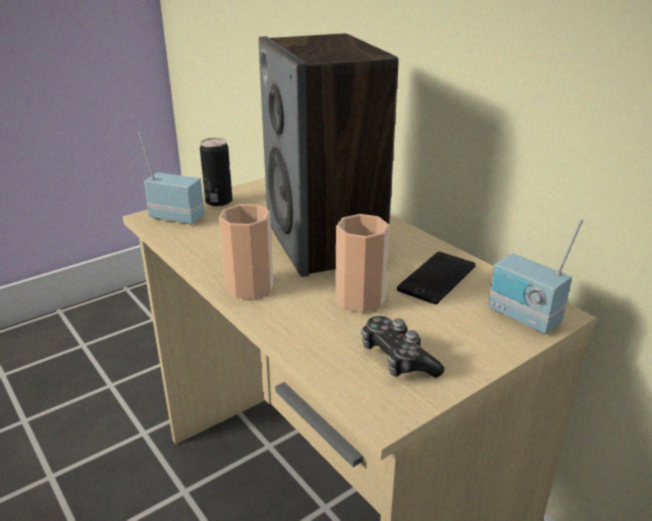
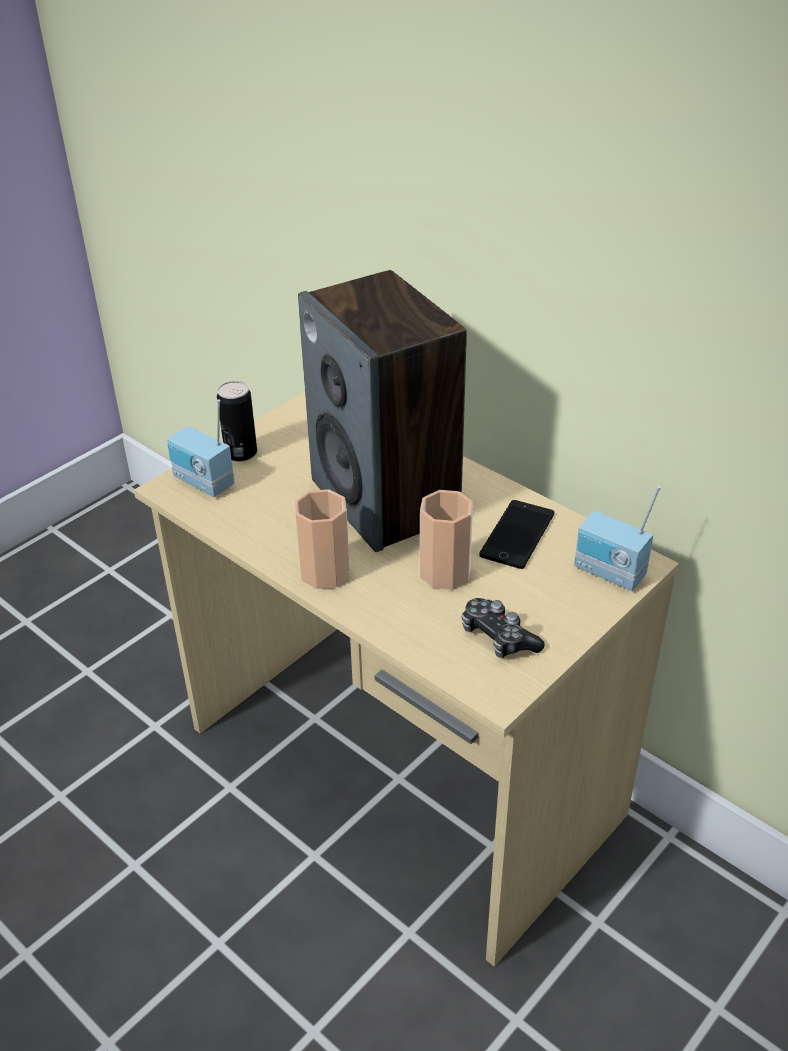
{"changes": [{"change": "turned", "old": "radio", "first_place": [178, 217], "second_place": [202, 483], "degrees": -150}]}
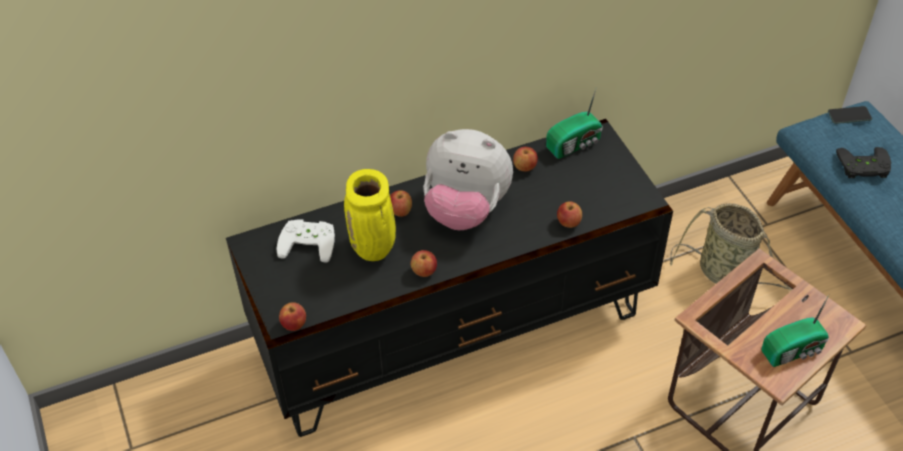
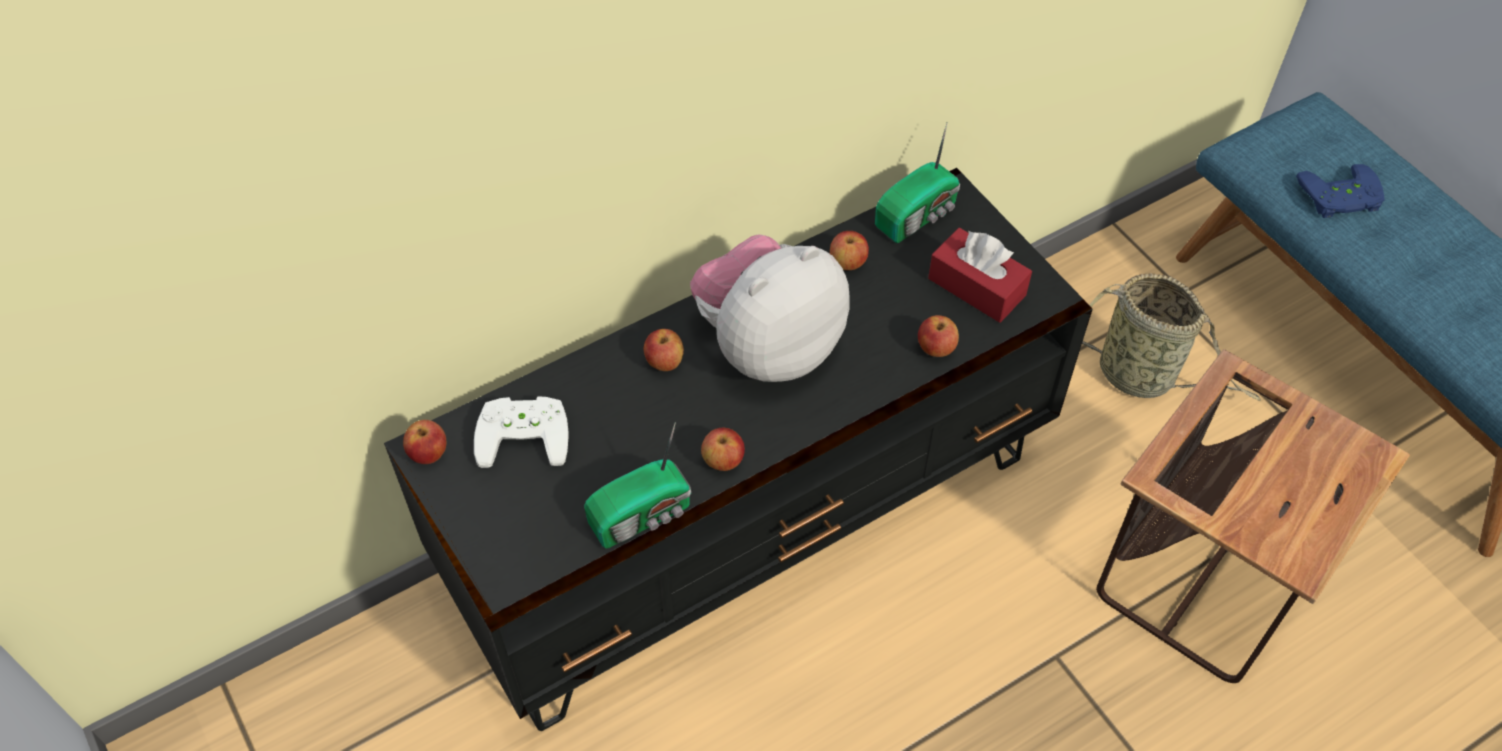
{"changes": [{"change": "moved", "old": "apple fruit", "first_place": [294, 324], "second_place": [429, 453]}, {"change": "removed", "old": "yellow-coloured flower vase", "first_place": [374, 249]}, {"change": "turned", "old": "plush toy", "first_place": [465, 209], "second_place": [768, 346], "degrees": 135}, {"change": "moved", "old": "radio", "first_place": [794, 350], "second_place": [643, 515]}, {"change": "removed", "old": "handset", "first_place": [849, 115]}, {"change": "recoloured", "old": "black-coloured game controller", "new": "bluish game controller", "first_place": [863, 168], "second_place": [1340, 199]}, {"change": "added", "new": "reddish tissue holder", "second_place": [976, 287]}]}
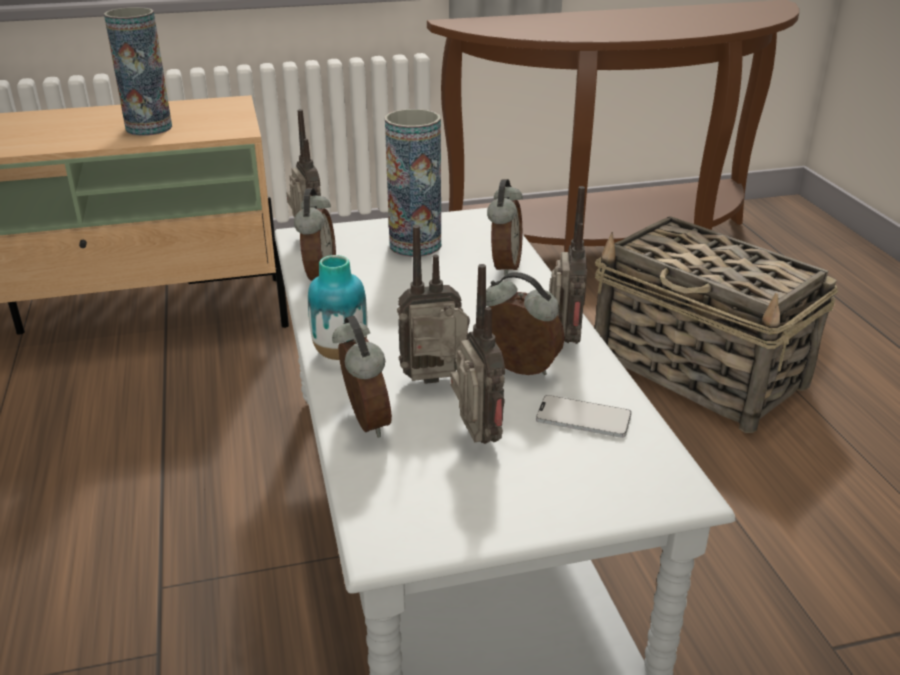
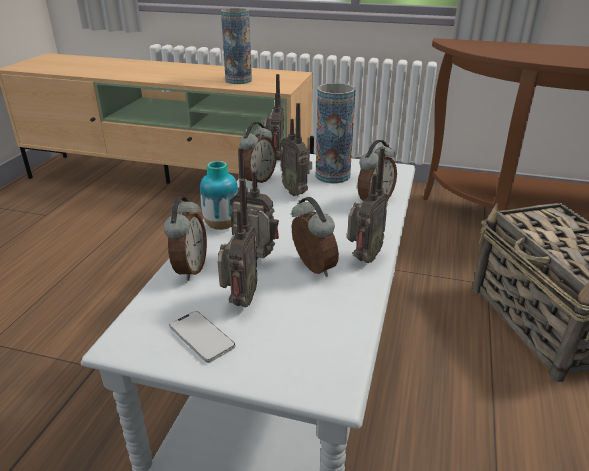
{"changes": [{"change": "moved", "old": "handset", "first_place": [583, 418], "second_place": [201, 337]}, {"change": "added", "new": "radio", "second_place": [296, 192]}]}
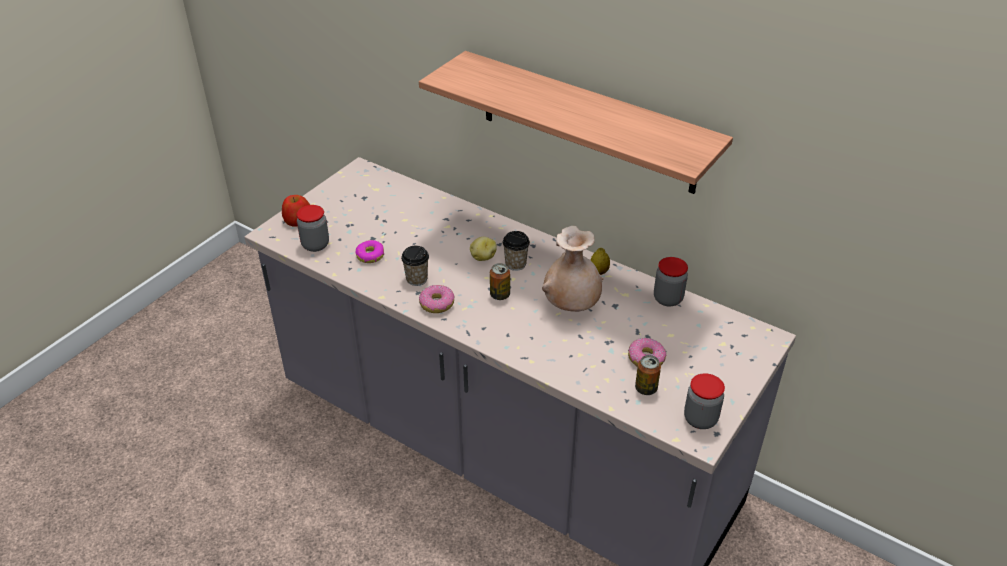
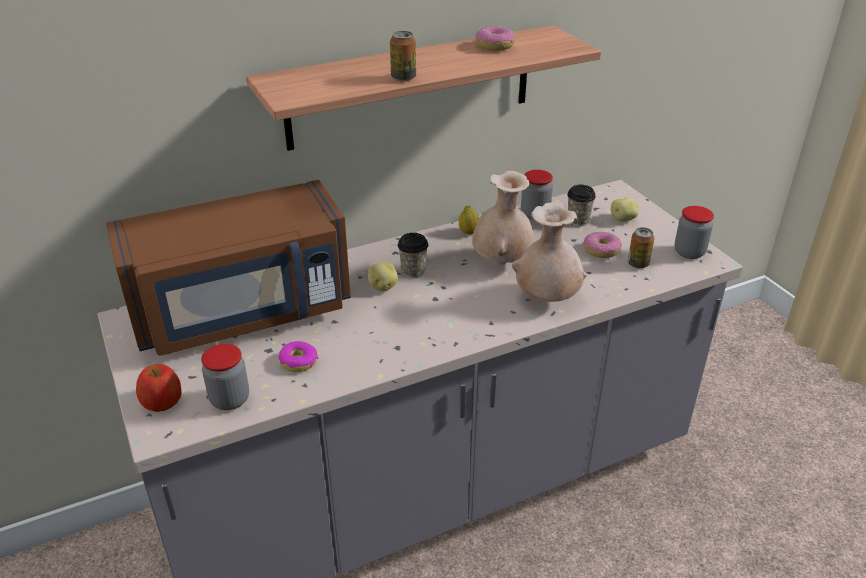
{"changes": [{"change": "moved", "old": "cup", "first_place": [416, 279], "second_place": [578, 220]}, {"change": "moved", "old": "doughnut", "first_place": [437, 304], "second_place": [495, 46]}, {"change": "moved", "old": "can", "first_place": [500, 295], "second_place": [403, 77]}, {"change": "added", "new": "brown microwave", "second_place": [243, 312]}, {"change": "added", "new": "sand-coloured flower vase", "second_place": [546, 298]}, {"change": "added", "new": "whole potato", "second_place": [623, 219]}]}
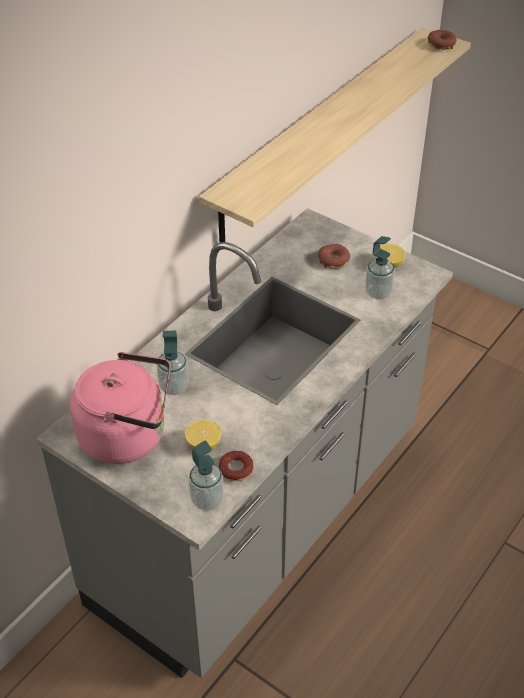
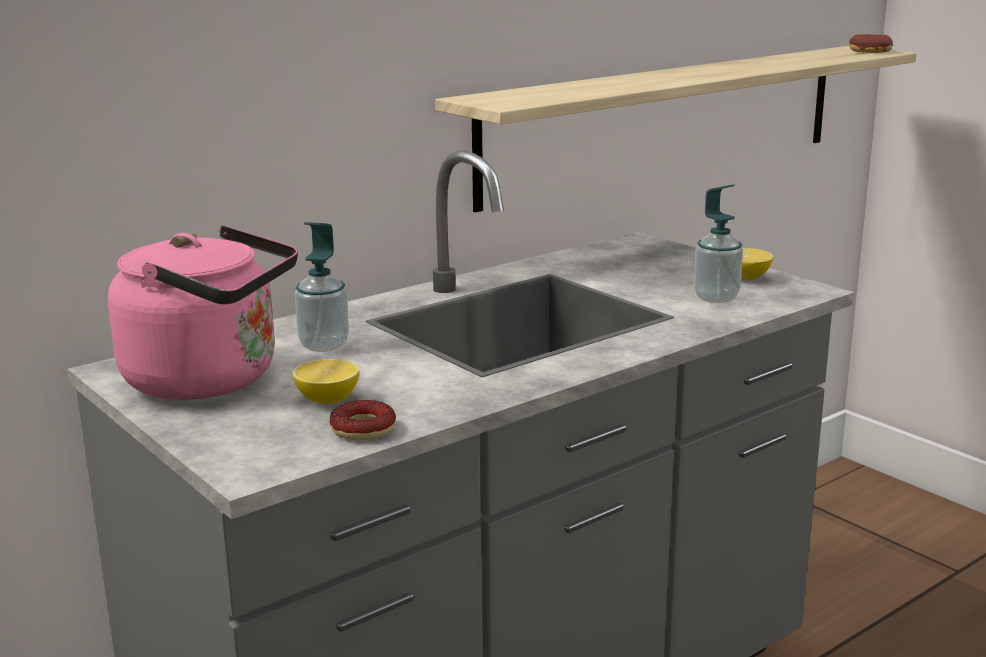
{"changes": [{"change": "removed", "old": "soap dispenser", "first_place": [207, 500]}, {"change": "removed", "old": "doughnut", "first_place": [333, 260]}]}
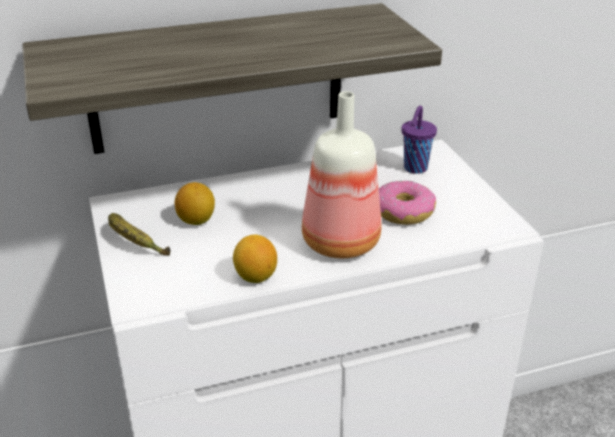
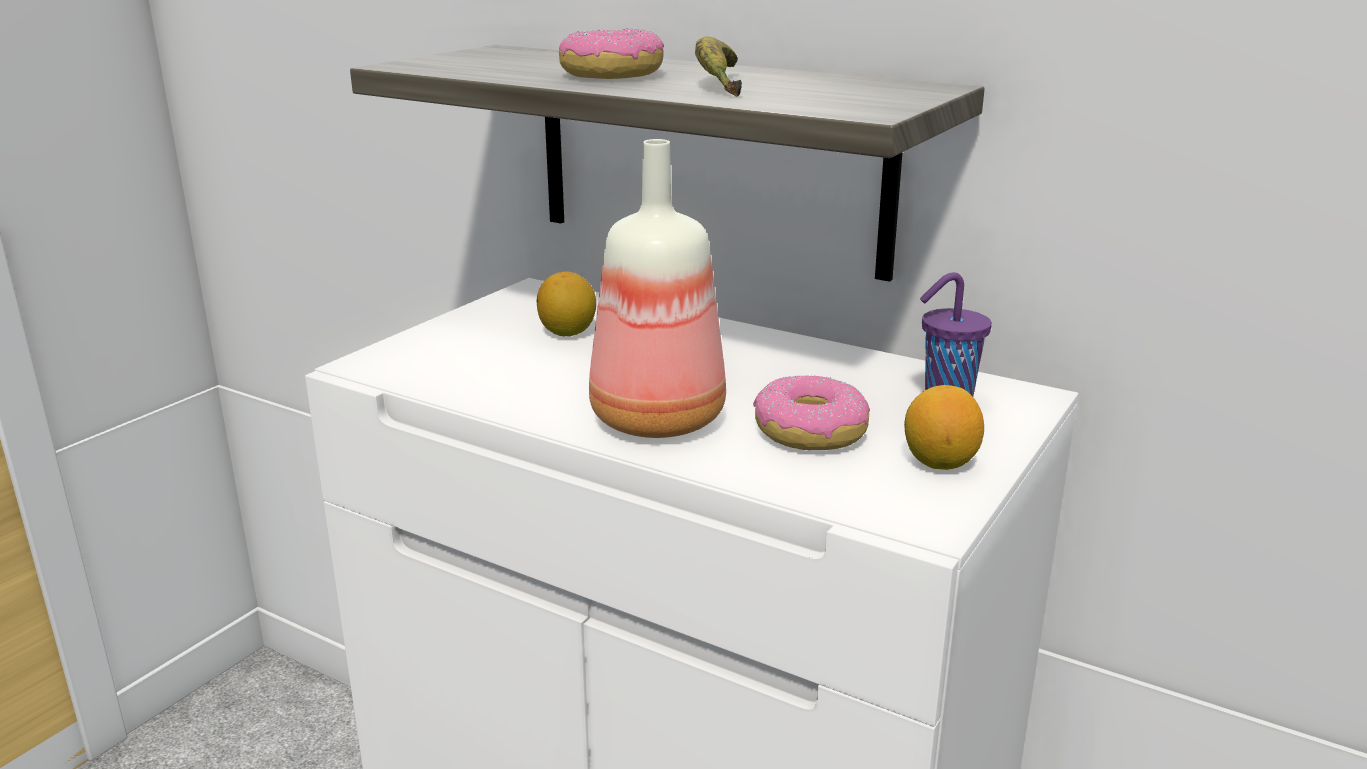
{"changes": [{"change": "moved", "old": "banana", "first_place": [134, 243], "second_place": [719, 85]}, {"change": "moved", "old": "lemon", "first_place": [255, 277], "second_place": [939, 462]}, {"change": "added", "new": "doughnut", "second_place": [612, 74]}]}
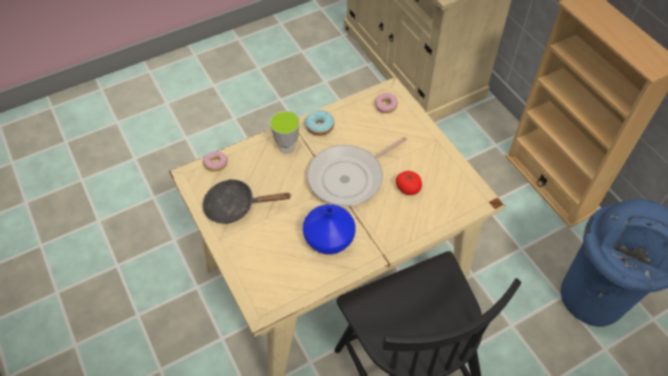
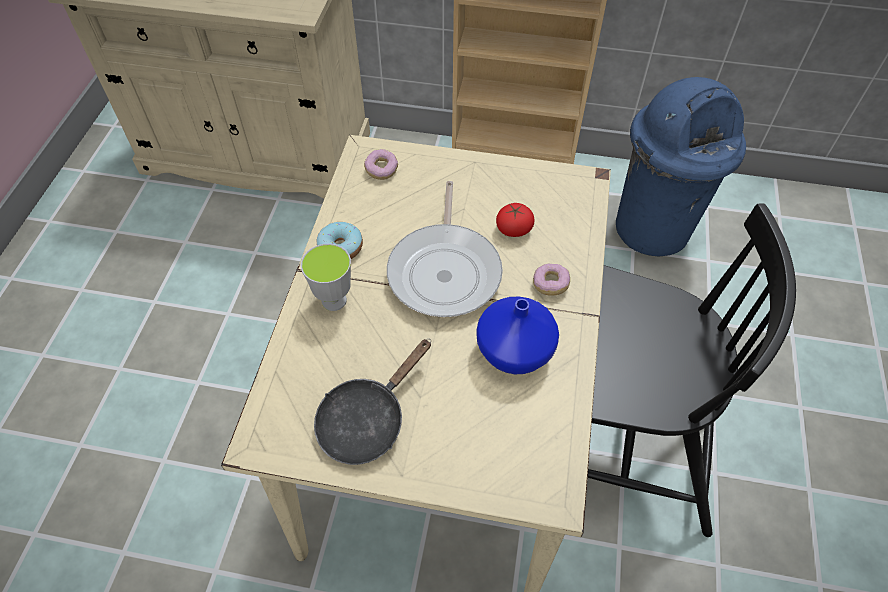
{"changes": [{"change": "moved", "old": "doughnut", "first_place": [216, 164], "second_place": [550, 284]}]}
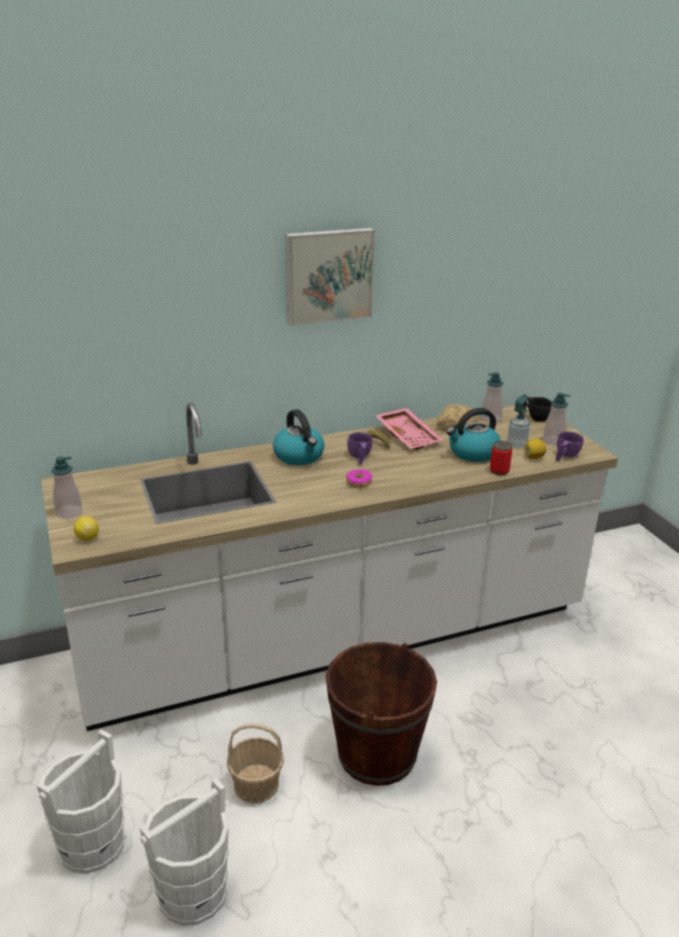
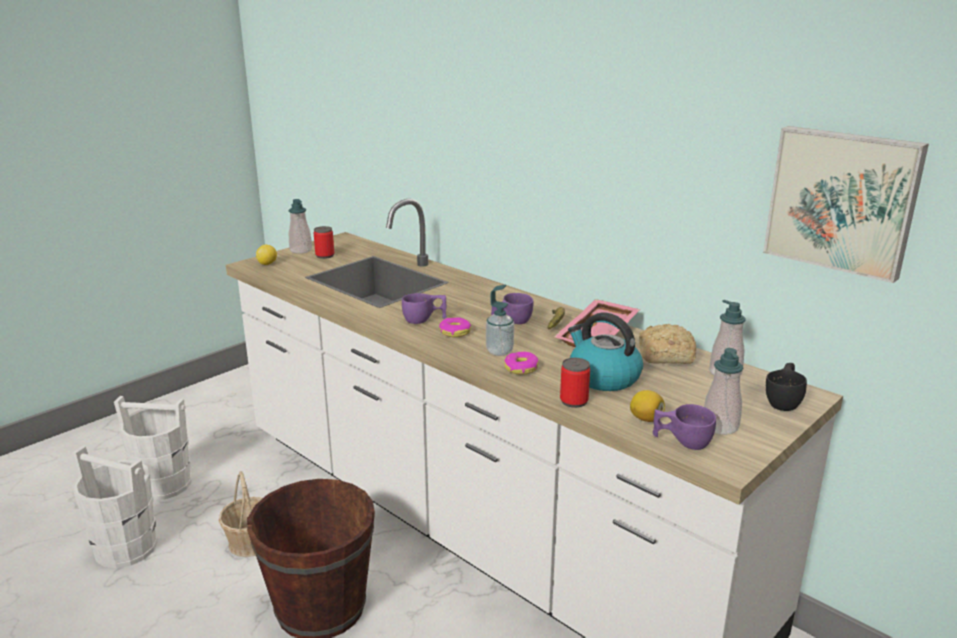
{"changes": [{"change": "removed", "old": "water kettle", "first_place": [299, 456]}, {"change": "moved", "old": "picture", "first_place": [328, 275], "second_place": [842, 200]}, {"change": "moved", "old": "soap dispenser", "first_place": [516, 445], "second_place": [499, 351]}, {"change": "added", "new": "can", "second_place": [325, 255]}, {"change": "added", "new": "purple cup", "second_place": [424, 320]}, {"change": "added", "new": "doughnut", "second_place": [521, 368]}]}
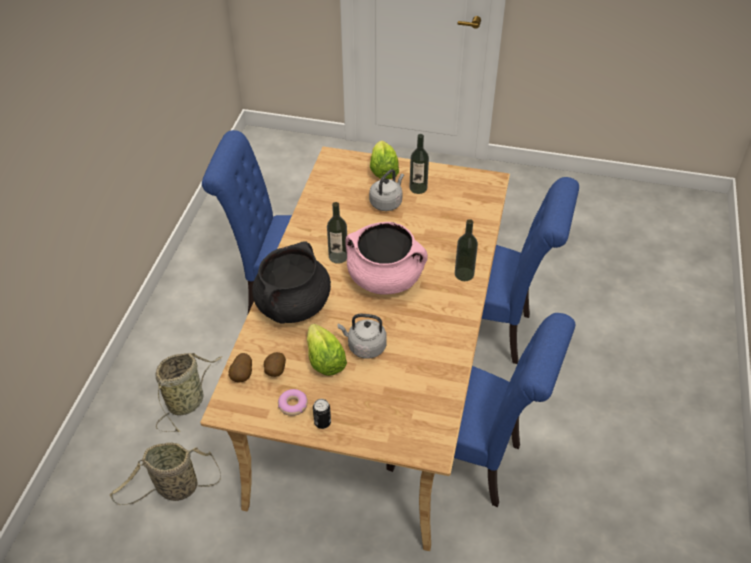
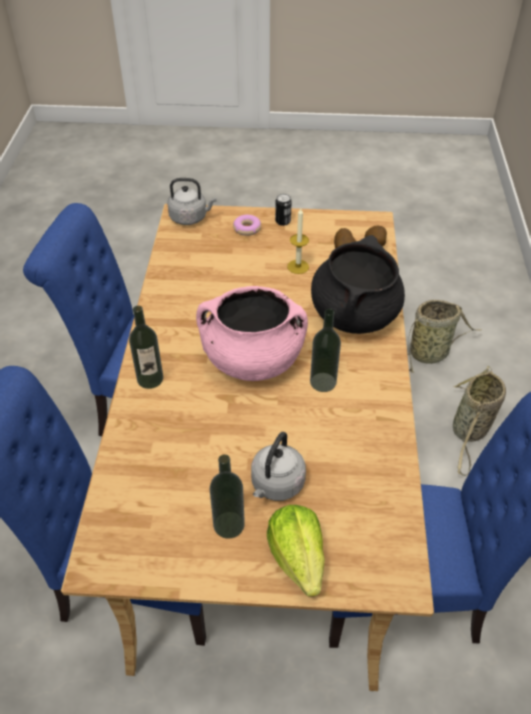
{"changes": [{"change": "moved", "old": "doughnut", "first_place": [293, 405], "second_place": [247, 229]}, {"change": "replaced", "old": "lettuce head", "new": "wax light", "first_place": [324, 361], "second_place": [298, 266]}, {"change": "moved", "old": "greyish water kettle", "first_place": [364, 346], "second_place": [190, 218]}]}
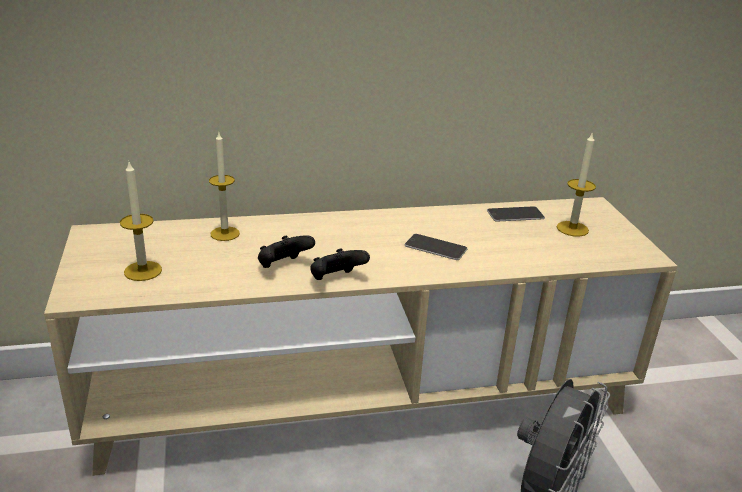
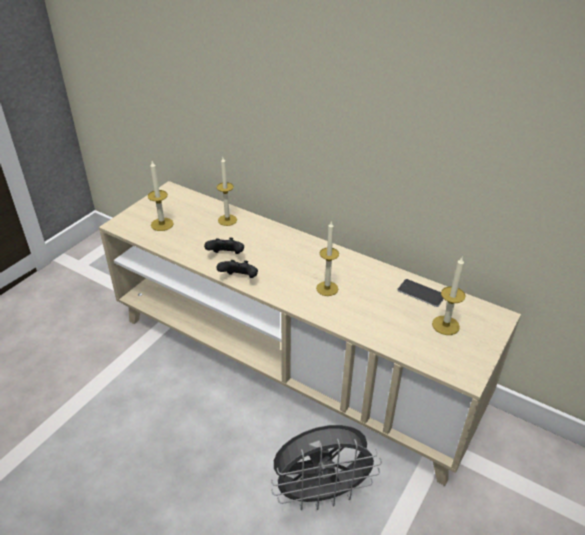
{"changes": [{"change": "replaced", "old": "handset", "new": "wax light", "first_place": [435, 247], "second_place": [327, 288]}]}
